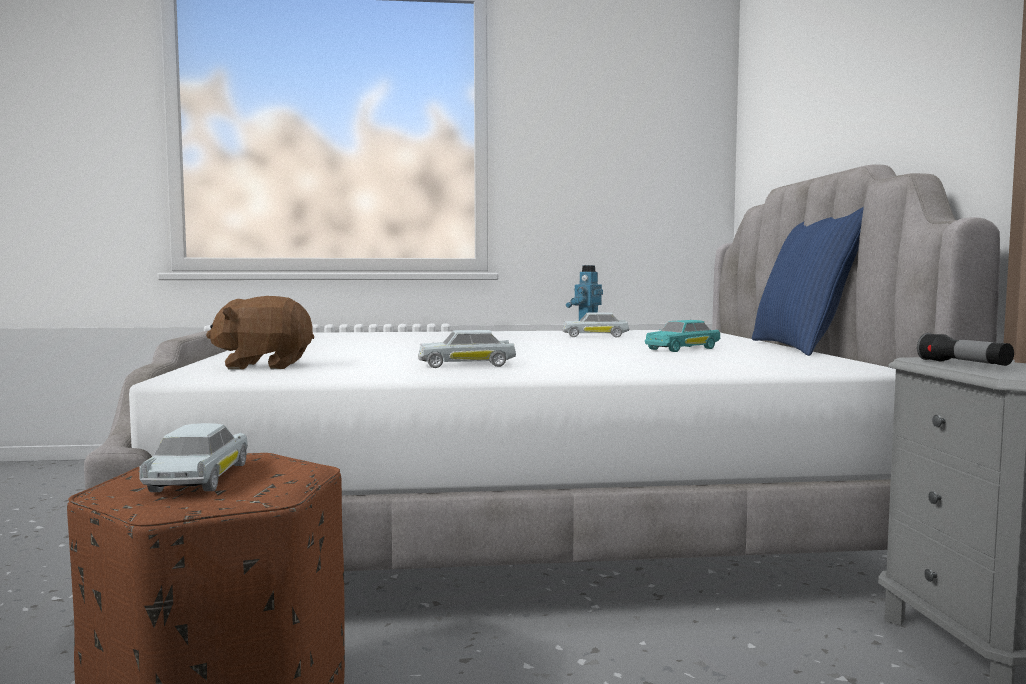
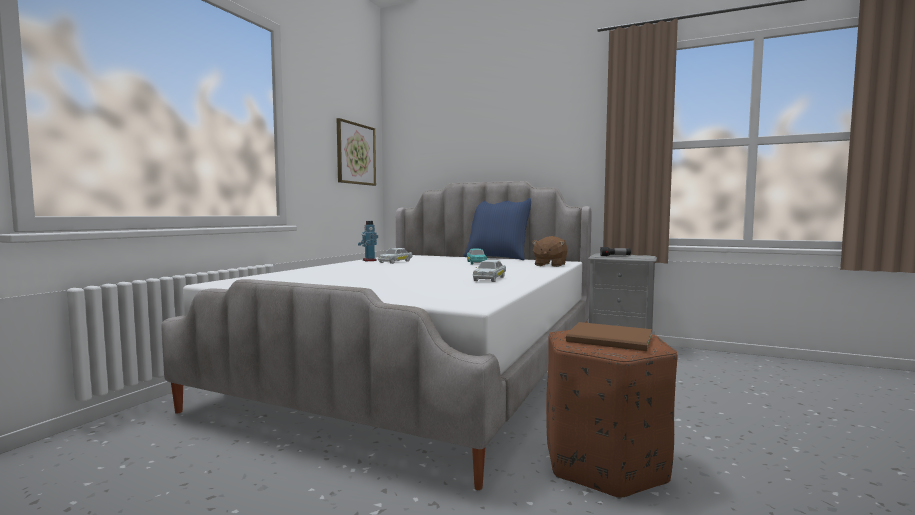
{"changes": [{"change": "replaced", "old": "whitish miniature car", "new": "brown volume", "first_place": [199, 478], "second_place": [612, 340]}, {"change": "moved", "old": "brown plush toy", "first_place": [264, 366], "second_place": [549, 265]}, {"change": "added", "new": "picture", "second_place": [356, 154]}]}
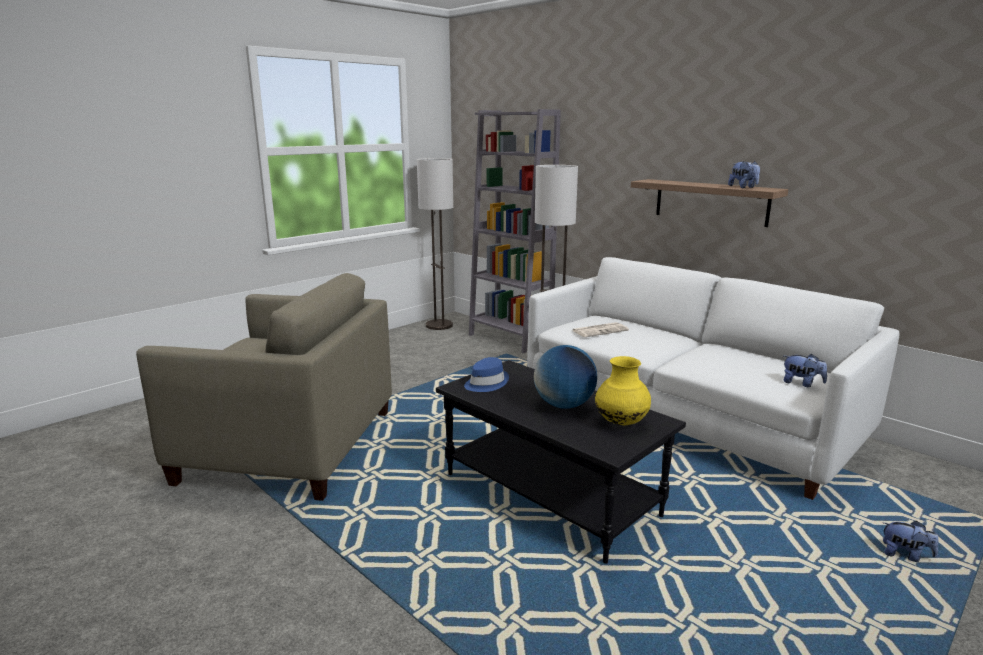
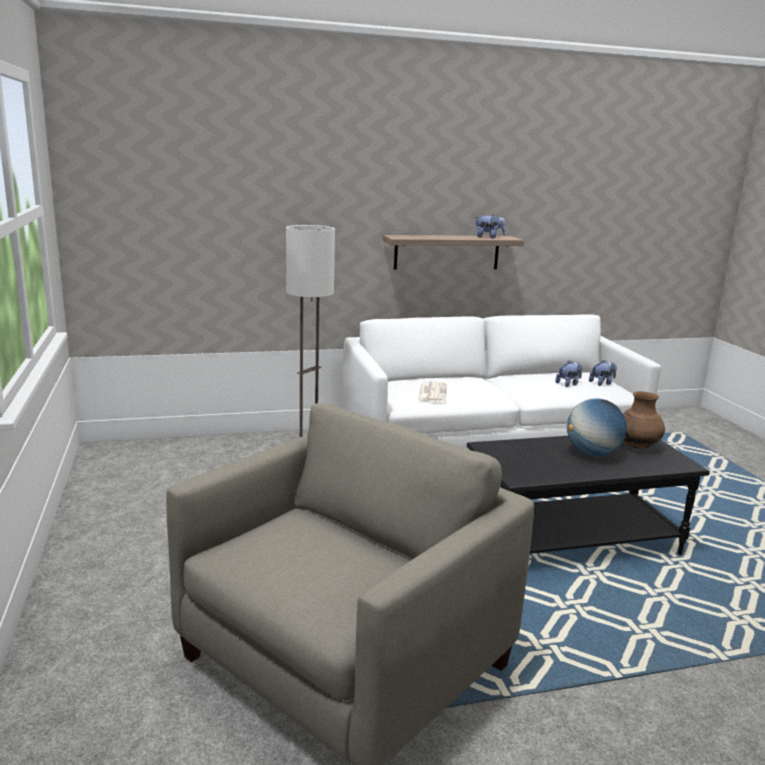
{"changes": [{"change": "removed", "old": "standing lamp", "first_place": [439, 325]}, {"change": "removed", "old": "bluish wearable hat", "first_place": [486, 383]}, {"change": "removed", "old": "greyish shelving unit", "first_place": [510, 338]}, {"change": "recoloured", "old": "yellow-coloured flower vase", "new": "brown flower vase", "first_place": [621, 422], "second_place": [637, 446]}, {"change": "moved", "old": "plush toy", "first_place": [905, 555], "second_place": [568, 384]}]}
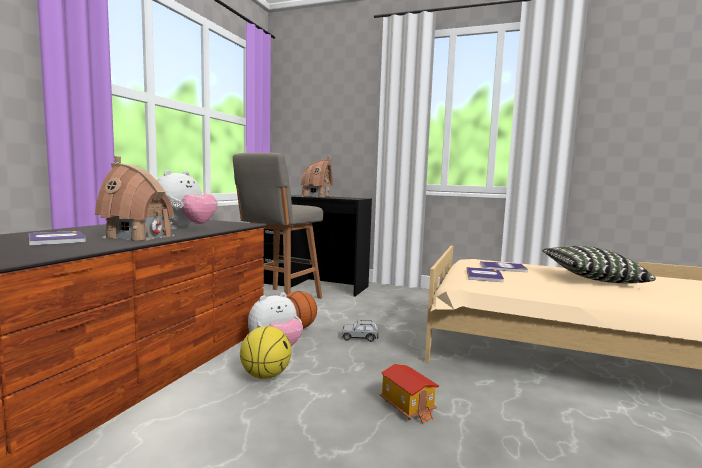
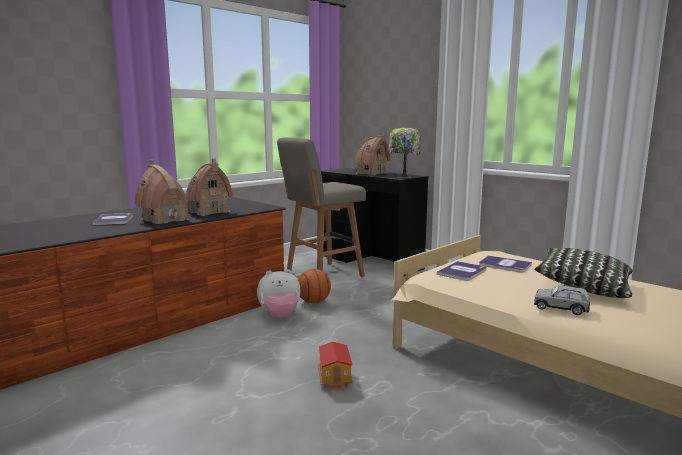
{"changes": [{"change": "replaced", "old": "plush toy", "new": "miniature house", "first_place": [184, 229], "second_place": [208, 212]}, {"change": "removed", "old": "basketball", "first_place": [266, 375]}, {"change": "moved", "old": "greyish miniature car", "first_place": [360, 337], "second_place": [561, 308]}, {"change": "added", "new": "tabletop lamp", "second_place": [403, 177]}]}
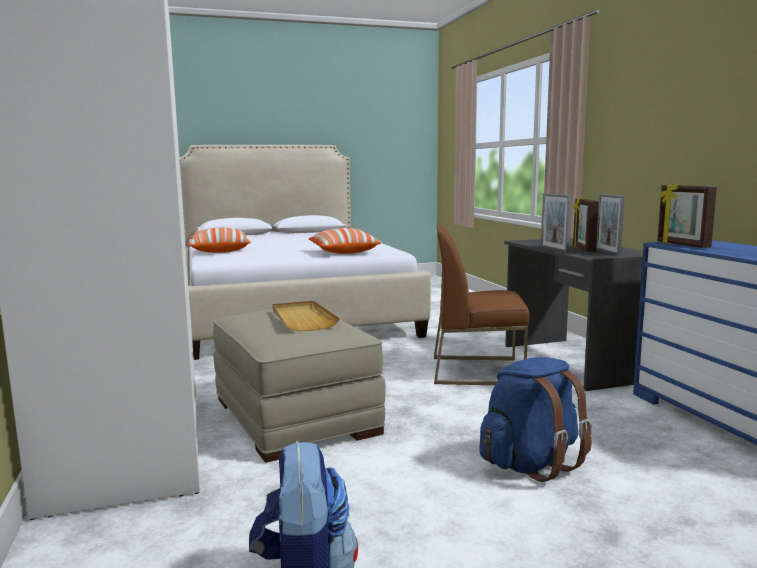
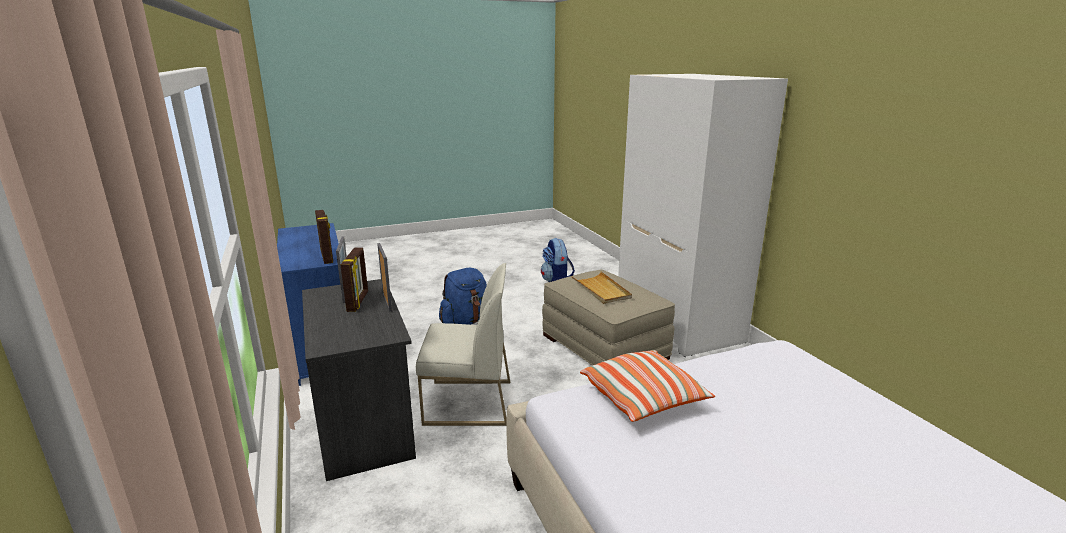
{"changes": [{"change": "removed", "old": "cushion", "first_place": [219, 251]}, {"change": "recoloured", "old": "brown plain chair", "new": "whitish plain chair", "first_place": [477, 371], "second_place": [467, 403]}]}
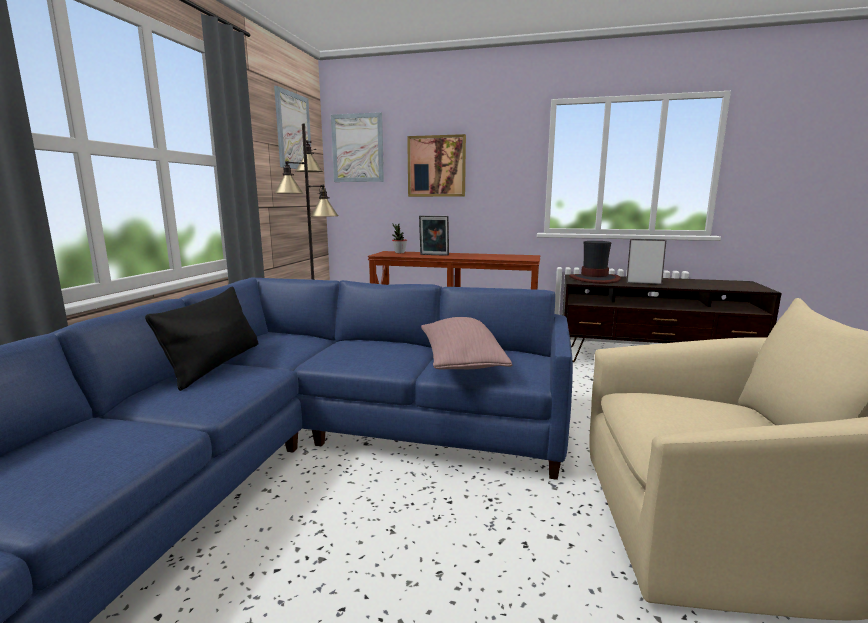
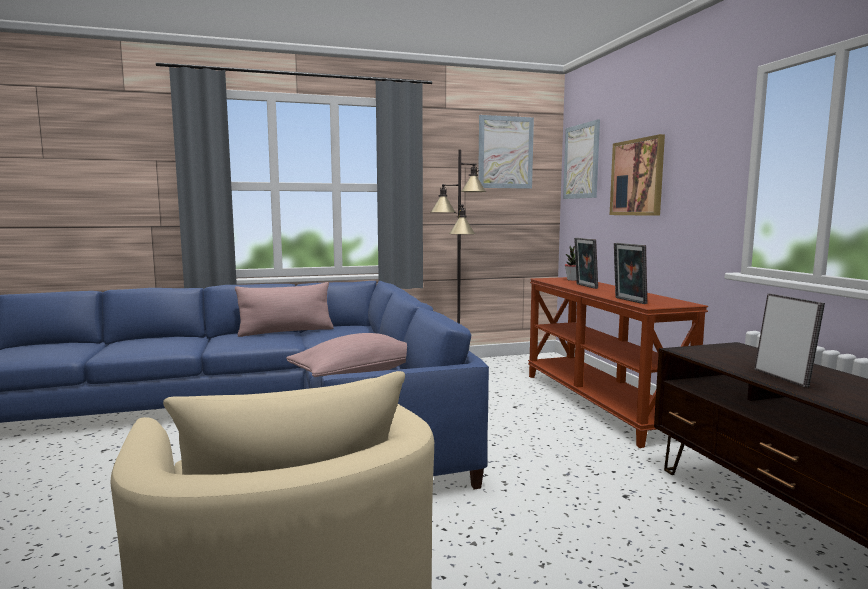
{"changes": [{"change": "recoloured", "old": "black-coloured cushion", "new": "pinkish cushion", "first_place": [215, 364], "second_place": [286, 331]}, {"change": "removed", "old": "wearable hat", "first_place": [594, 279]}, {"change": "added", "new": "picture frame", "second_place": [628, 301]}]}
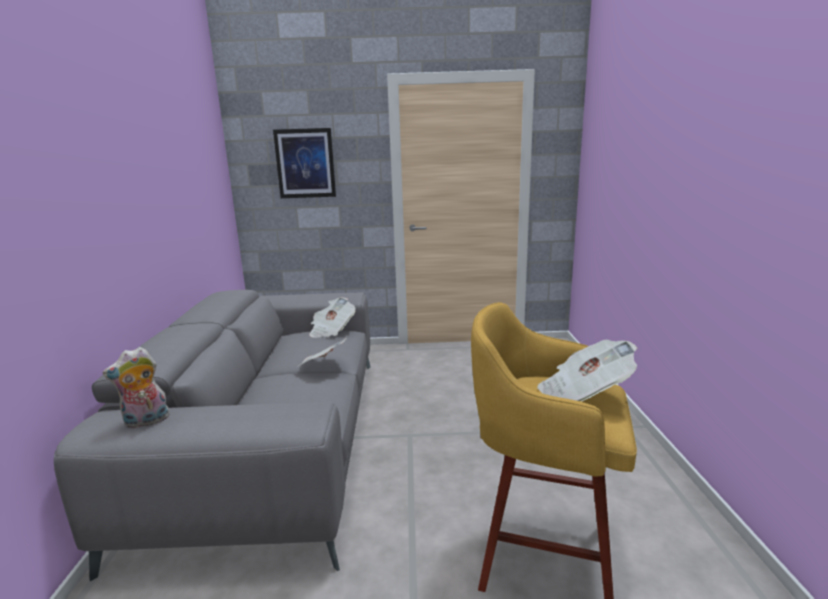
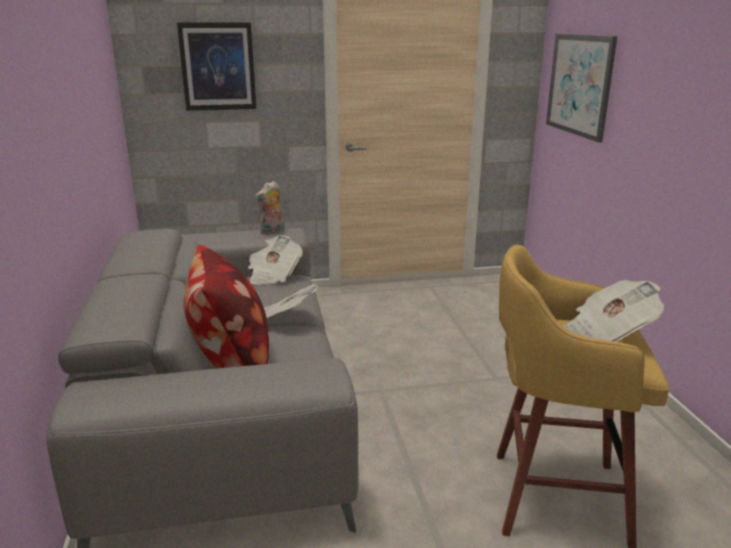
{"changes": [{"change": "moved", "old": "plush toy", "first_place": [146, 422], "second_place": [272, 232]}, {"change": "added", "new": "cushion", "second_place": [230, 360]}, {"change": "added", "new": "picture", "second_place": [579, 85]}]}
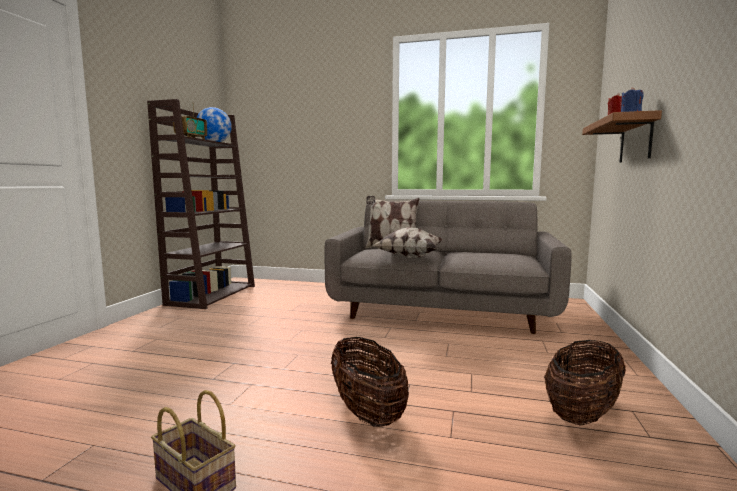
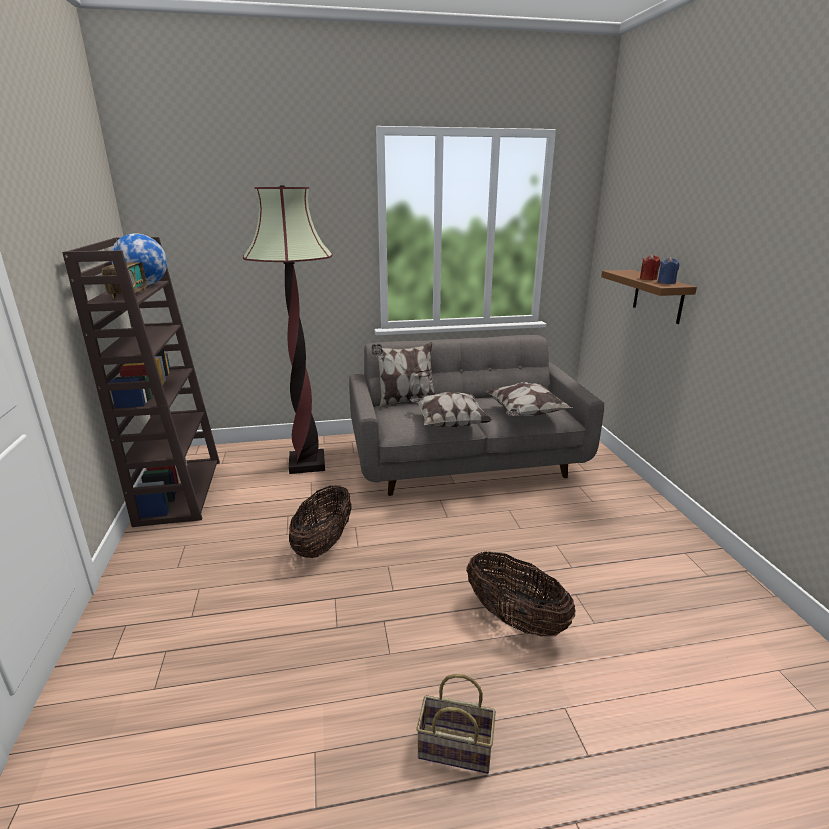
{"changes": [{"change": "moved", "old": "basket", "first_place": [582, 413], "second_place": [323, 543]}, {"change": "added", "new": "standing lamp", "second_place": [307, 464]}, {"change": "added", "new": "cushion", "second_place": [524, 414]}]}
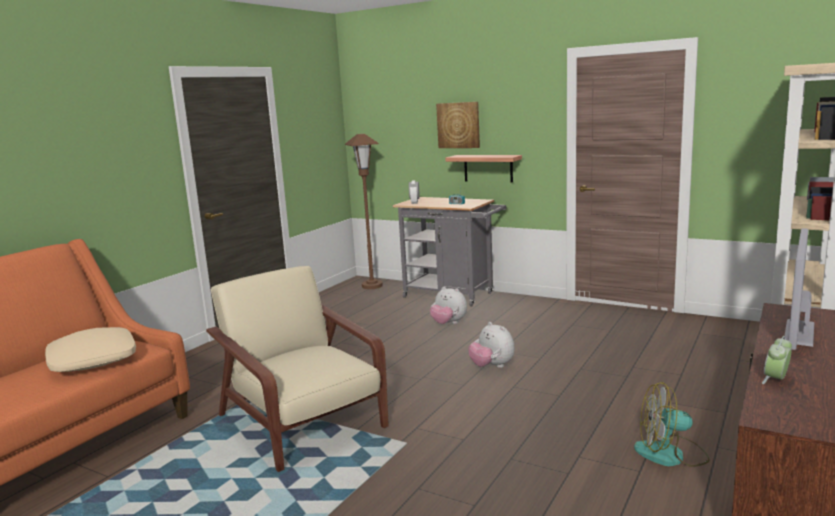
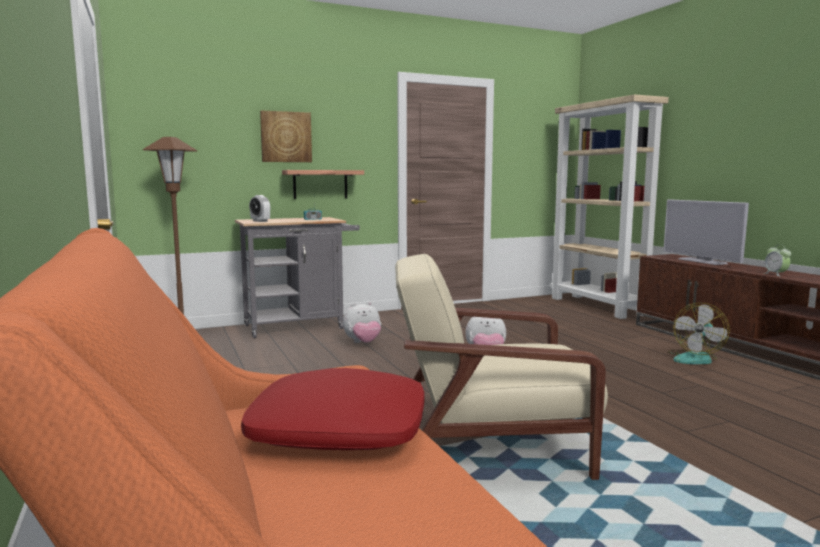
{"changes": [{"change": "recoloured", "old": "sand-coloured cushion", "new": "reddish cushion", "first_place": [92, 360], "second_place": [338, 431]}]}
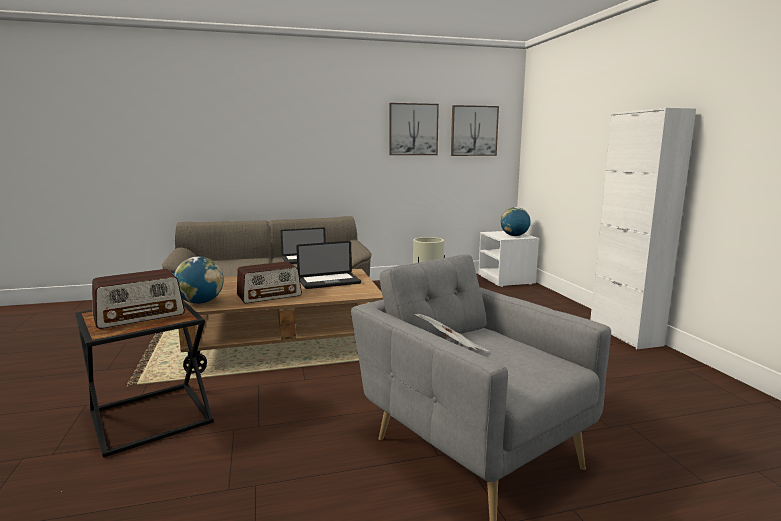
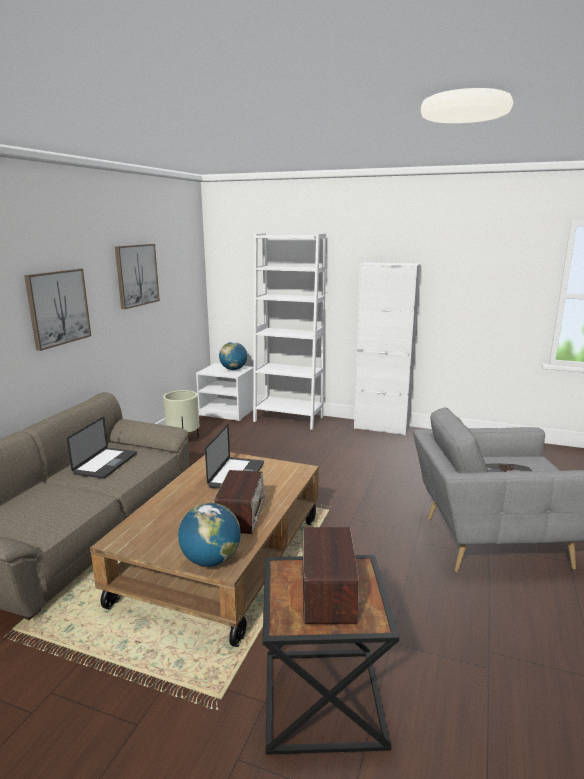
{"changes": [{"change": "moved", "old": "picture", "first_place": [474, 131], "second_place": [58, 307]}, {"change": "added", "new": "whitish shelving unit", "second_place": [288, 419]}]}
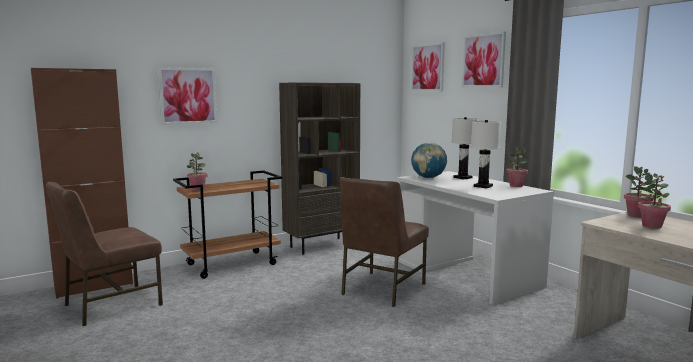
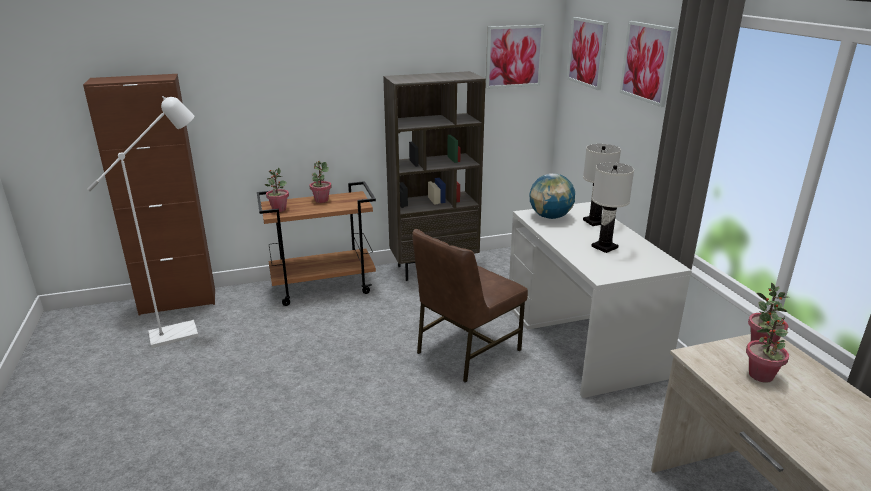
{"changes": [{"change": "replaced", "old": "brown plain chair", "new": "whitish standing lamp", "first_place": [111, 305], "second_place": [183, 332]}, {"change": "moved", "old": "picture", "first_place": [188, 96], "second_place": [514, 56]}, {"change": "moved", "old": "plant in a pot", "first_place": [516, 185], "second_place": [321, 200]}]}
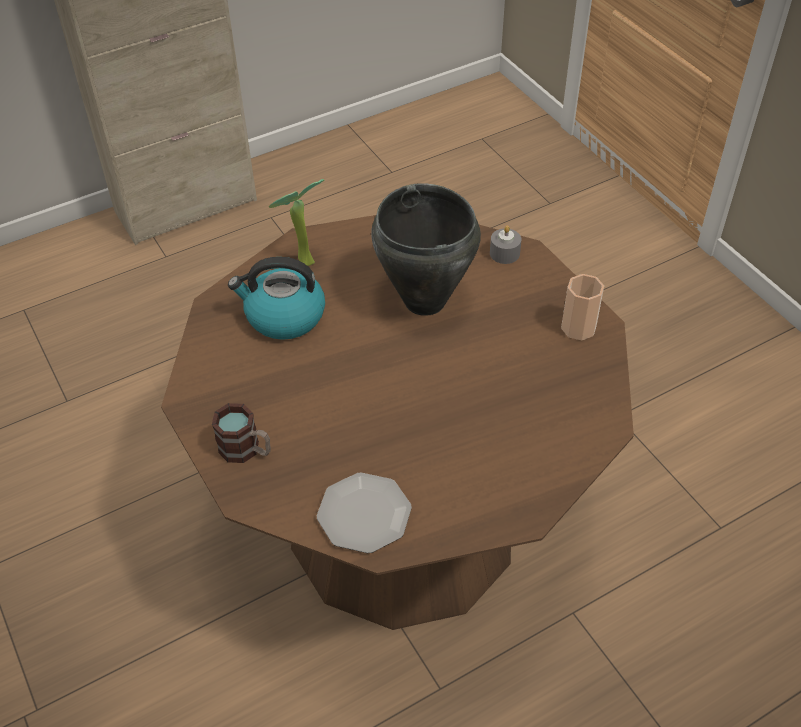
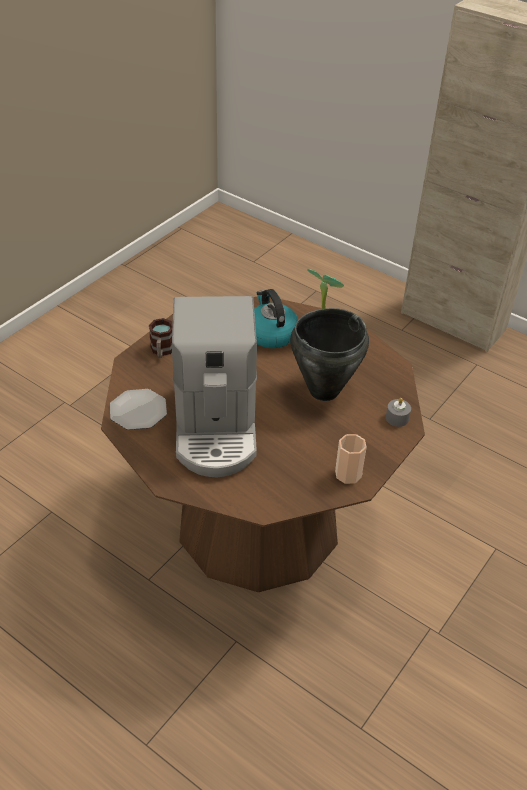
{"changes": [{"change": "added", "new": "coffee machine", "second_place": [216, 427]}]}
